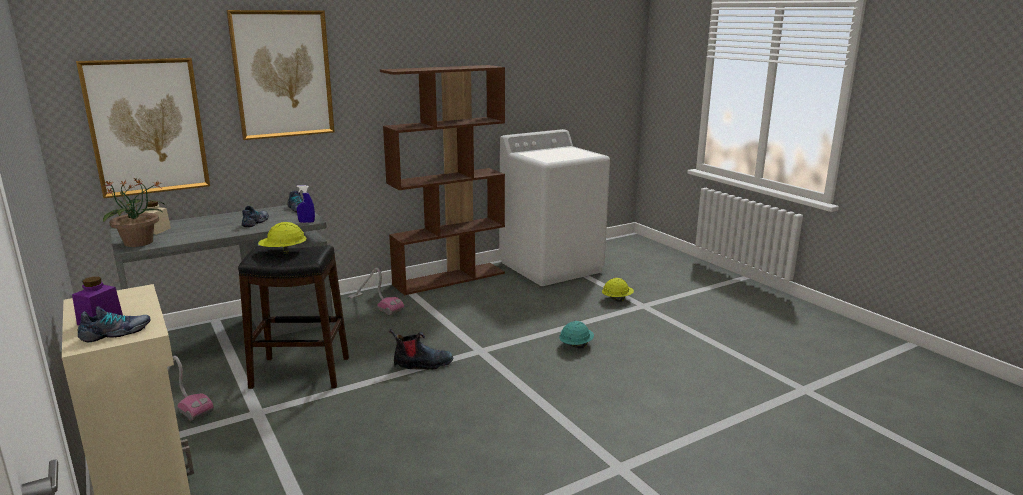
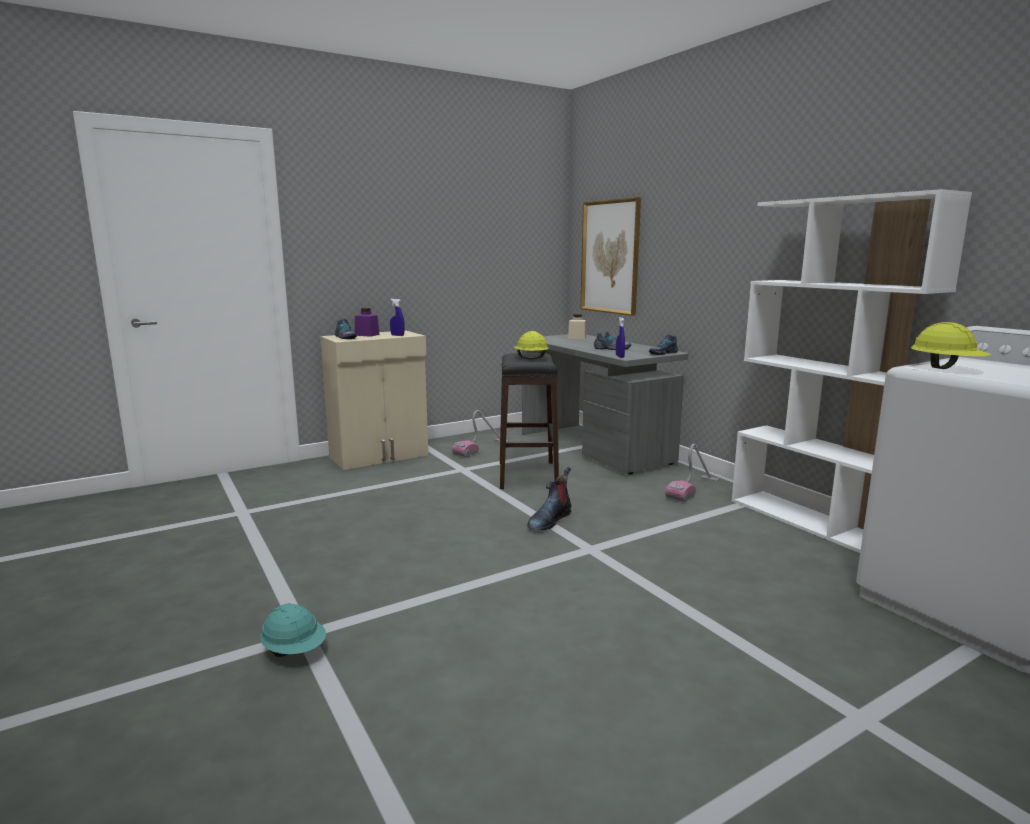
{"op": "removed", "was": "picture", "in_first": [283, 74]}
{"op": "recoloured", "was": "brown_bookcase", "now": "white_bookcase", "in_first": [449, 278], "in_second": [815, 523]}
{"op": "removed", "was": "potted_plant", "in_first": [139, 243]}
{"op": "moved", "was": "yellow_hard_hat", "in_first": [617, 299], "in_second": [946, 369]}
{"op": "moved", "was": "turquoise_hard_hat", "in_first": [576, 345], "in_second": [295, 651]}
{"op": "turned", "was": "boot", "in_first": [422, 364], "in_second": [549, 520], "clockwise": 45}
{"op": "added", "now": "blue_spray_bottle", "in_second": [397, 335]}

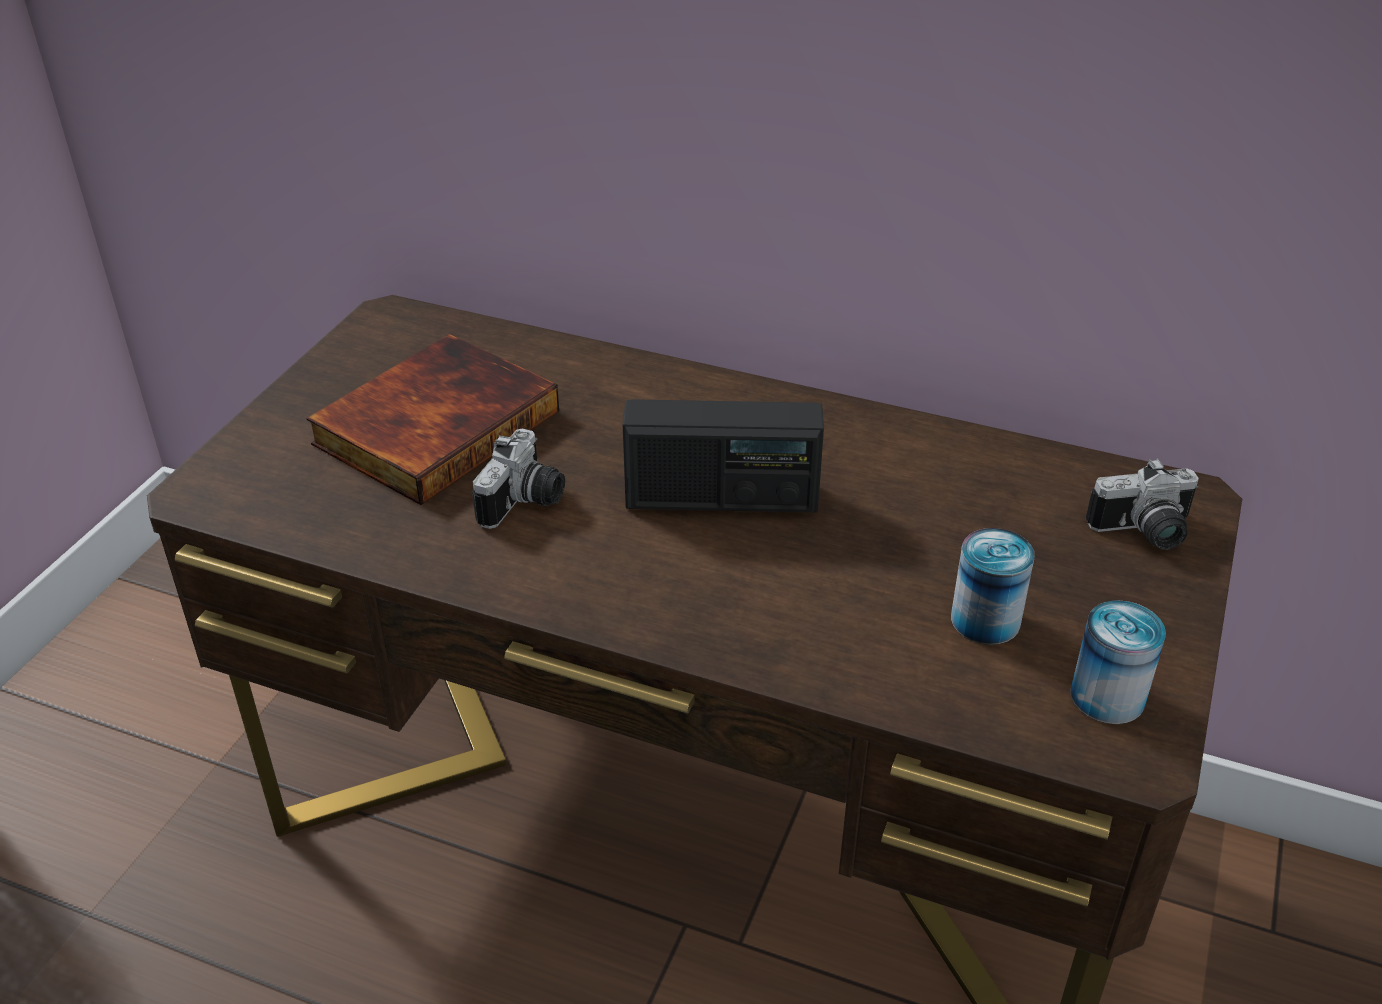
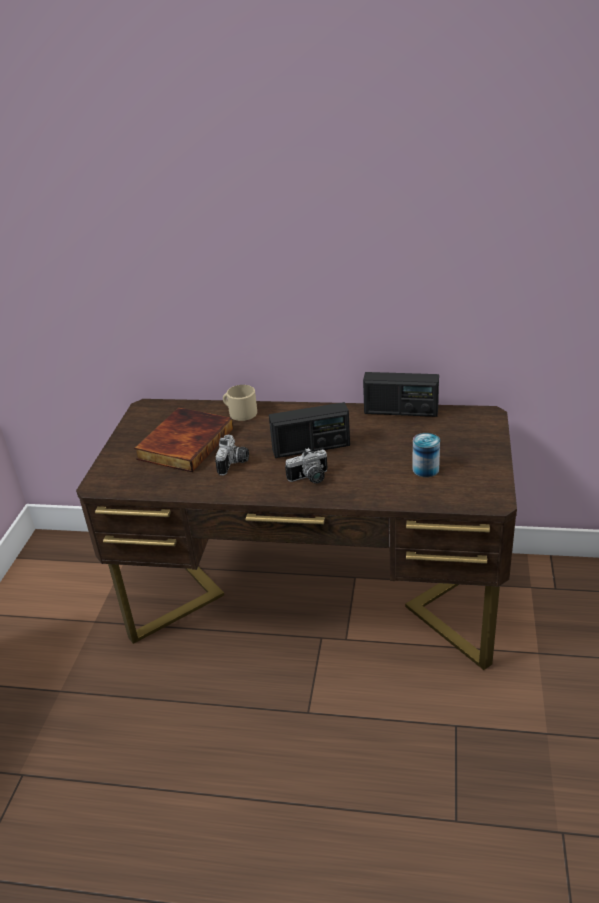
{"op": "moved", "was": "photo_camera", "in_first": [1144, 533], "in_second": [310, 479]}
{"op": "removed", "was": "can", "in_first": [1107, 696]}
{"op": "added", "now": "radio", "in_second": [401, 411]}
{"op": "added", "now": "beige_mug", "in_second": [240, 412]}

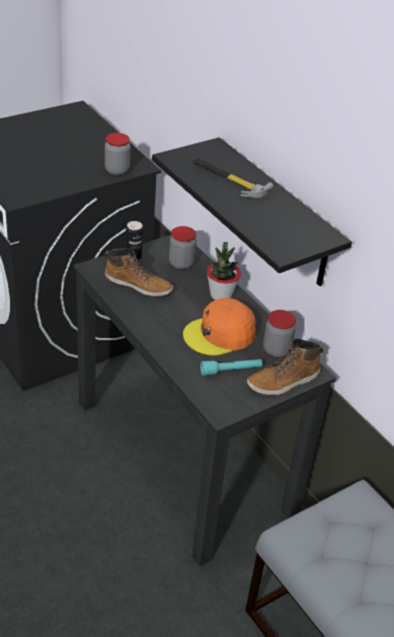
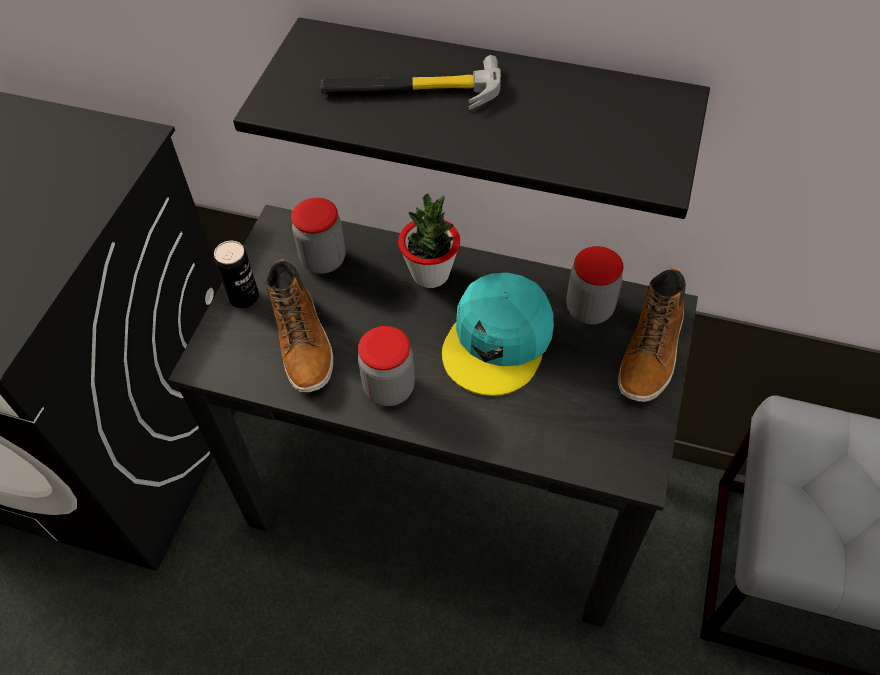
{"op": "moved", "was": "jar", "in_first": [117, 170], "in_second": [389, 388]}
{"op": "turned", "was": "boot", "in_first": [138, 285], "in_second": [303, 342], "clockwise": 90}
{"op": "recoloured", "was": "orange_cap", "now": "turquoise_cap", "in_first": [220, 334], "in_second": [498, 341]}
{"op": "removed", "was": "turquoise_flashlight", "in_first": [231, 371]}

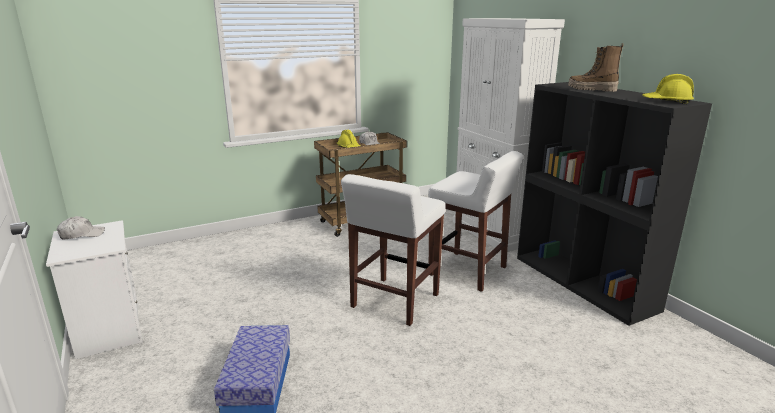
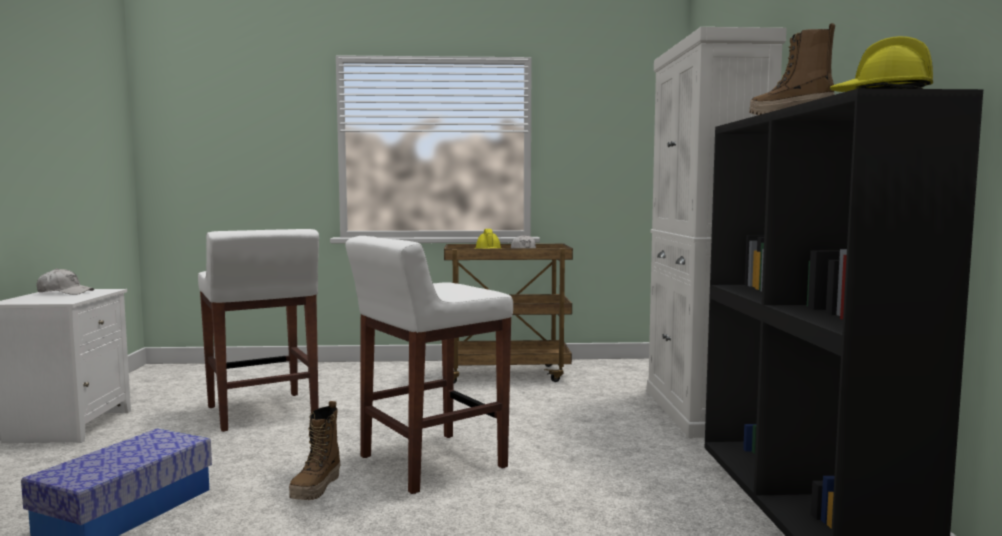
{"op": "moved", "was": "white_stool", "in_first": [469, 271], "in_second": [262, 412]}
{"op": "added", "now": "boot", "in_second": [316, 488]}

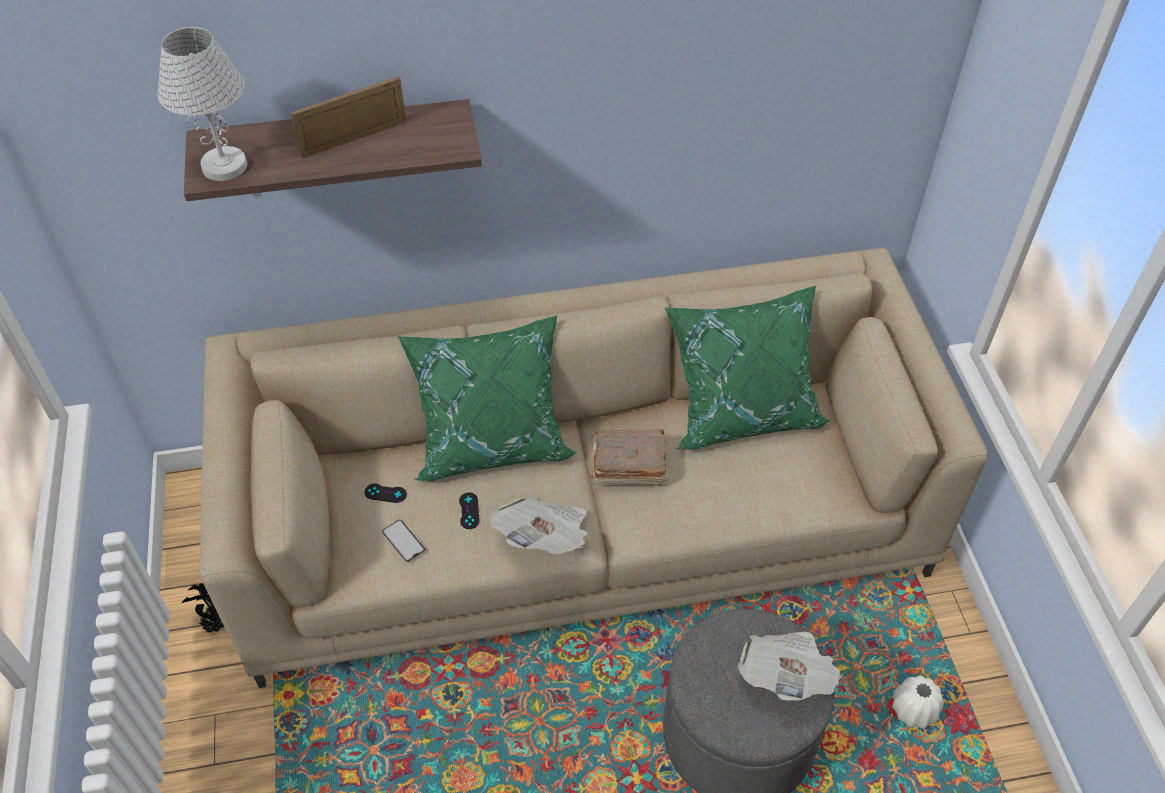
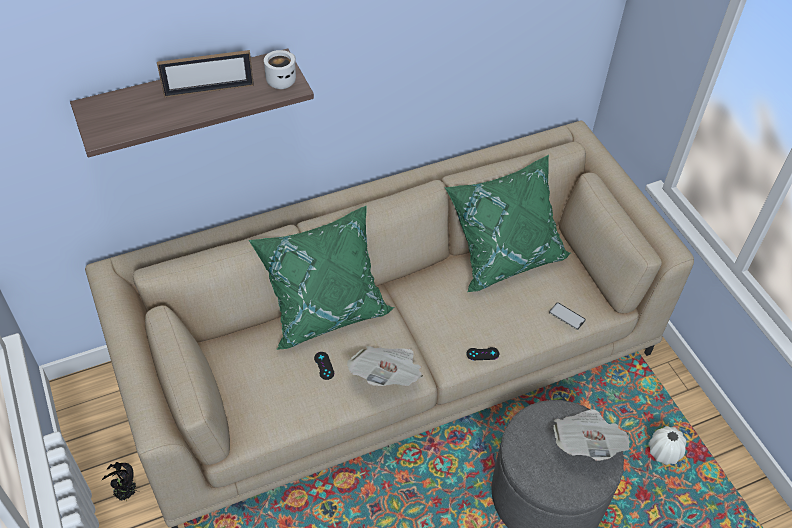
{"op": "removed", "was": "white_table_lamp", "in_first": [225, 165]}
{"op": "turned", "was": "picture_frame", "in_first": [354, 138], "in_second": [209, 90], "clockwise": -150}
{"op": "removed", "was": "brown_book", "in_first": [627, 466]}
{"op": "moved", "was": "black_game_controller", "in_first": [385, 493], "in_second": [482, 354]}
{"op": "moved", "was": "phone", "in_first": [403, 541], "in_second": [567, 316]}
{"op": "added", "now": "white_mug", "in_second": [281, 79]}

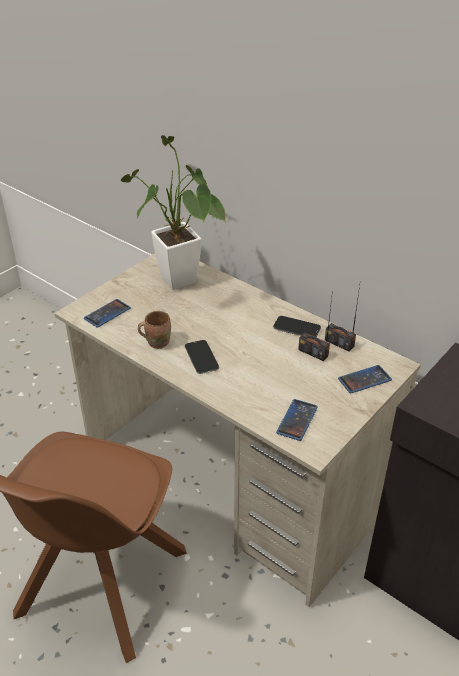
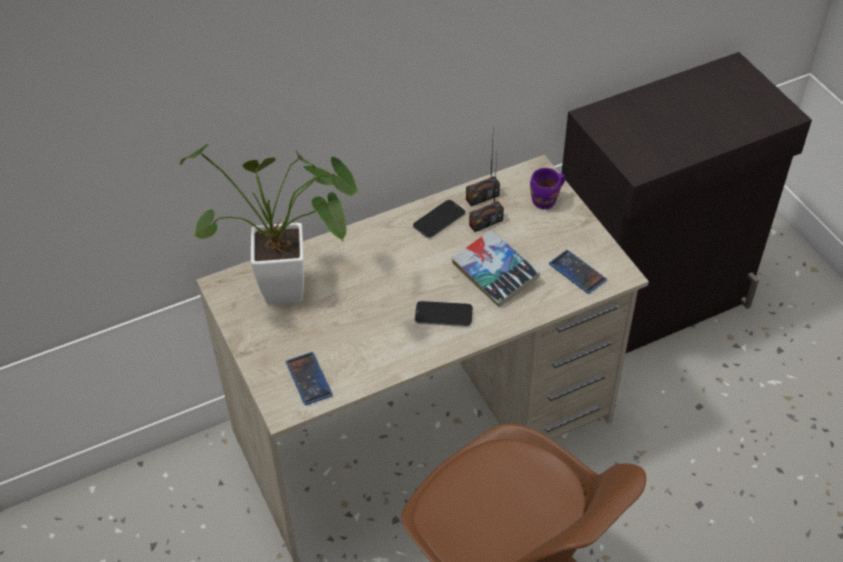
{"op": "removed", "was": "brown_mug", "in_first": [157, 342]}
{"op": "replaced", "was": "phone", "now": "purple_mug", "in_first": [364, 380], "in_second": [546, 202]}
{"op": "added", "now": "book", "in_second": [495, 273]}

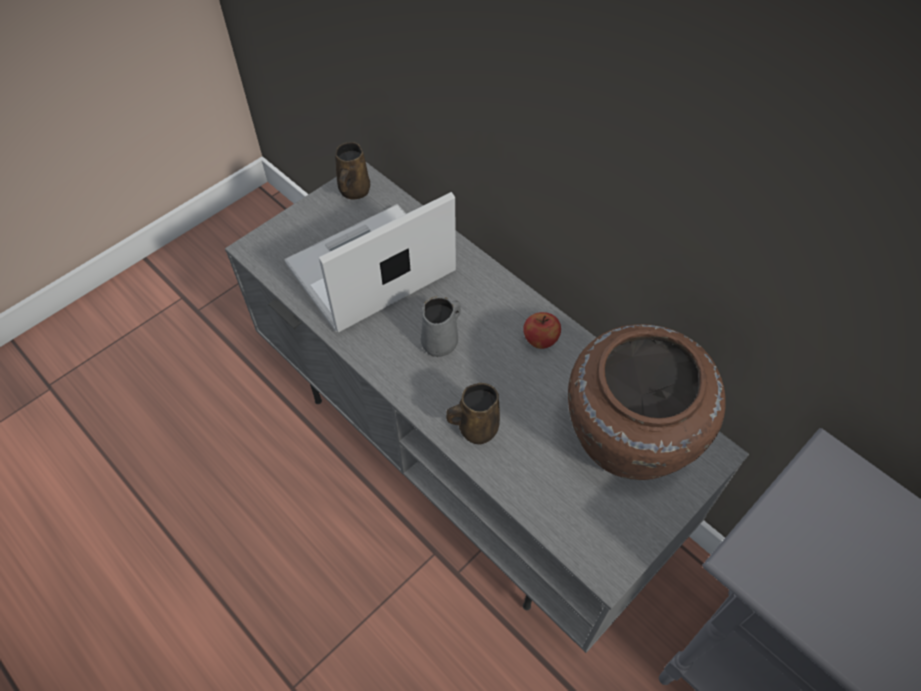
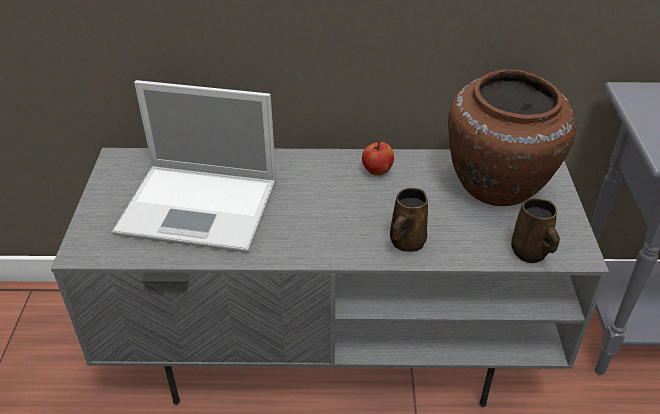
{"op": "moved", "was": "brown_mug", "in_first": [353, 191], "in_second": [530, 253]}
{"op": "turned", "was": "laptop", "in_first": [368, 271], "in_second": [202, 207], "clockwise": -90}
{"op": "removed", "was": "grey_mug", "in_first": [441, 342]}

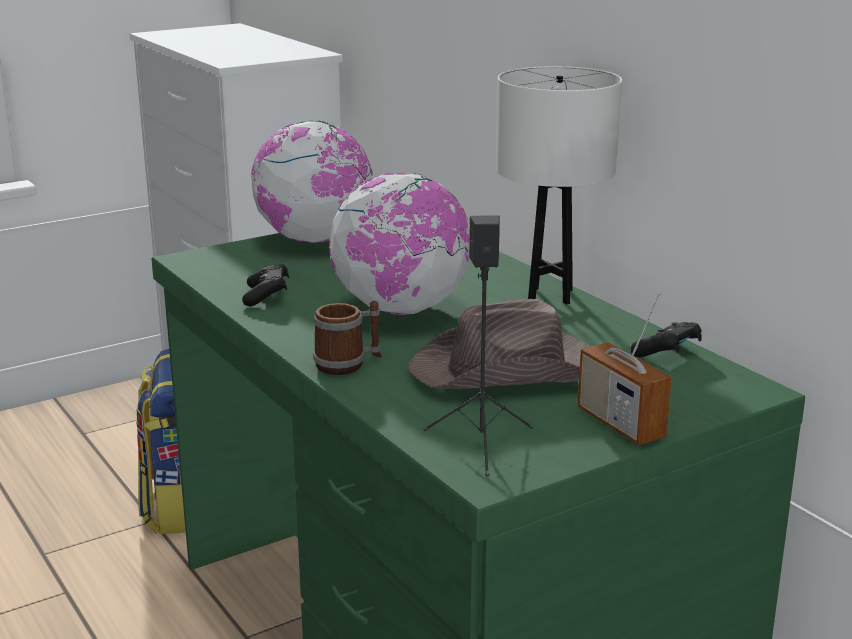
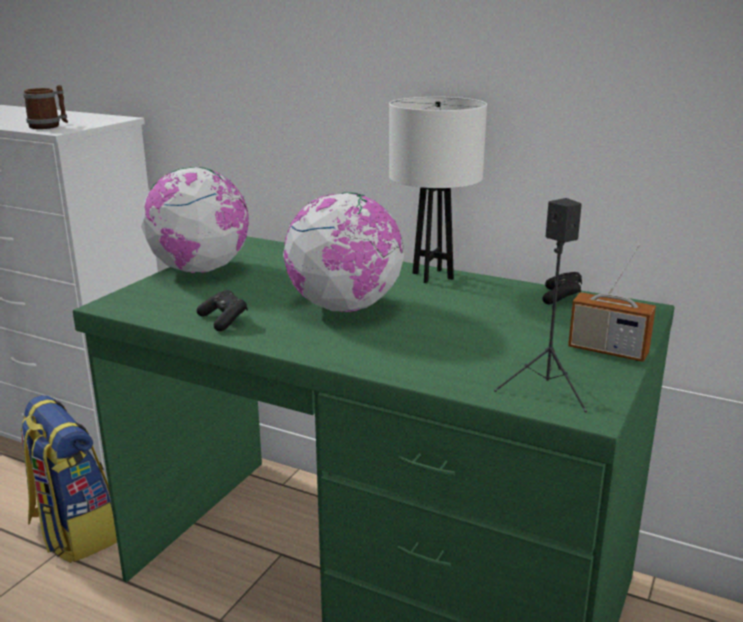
{"op": "removed", "was": "brown_hat", "in_first": [509, 371]}
{"op": "moved", "was": "mug", "in_first": [348, 364], "in_second": [49, 126]}

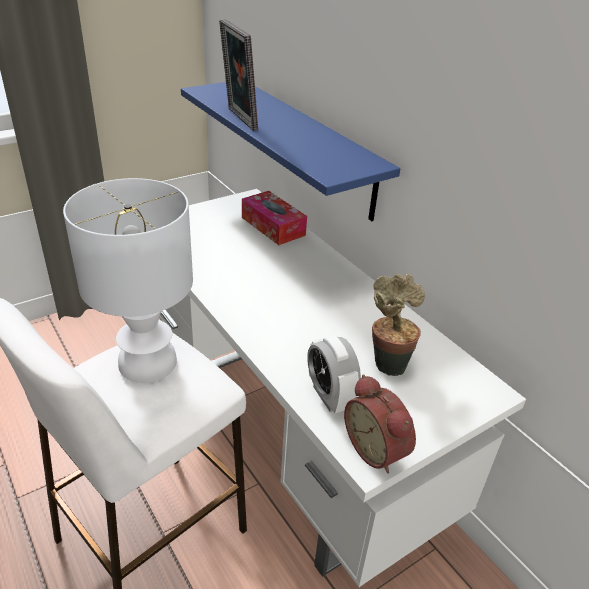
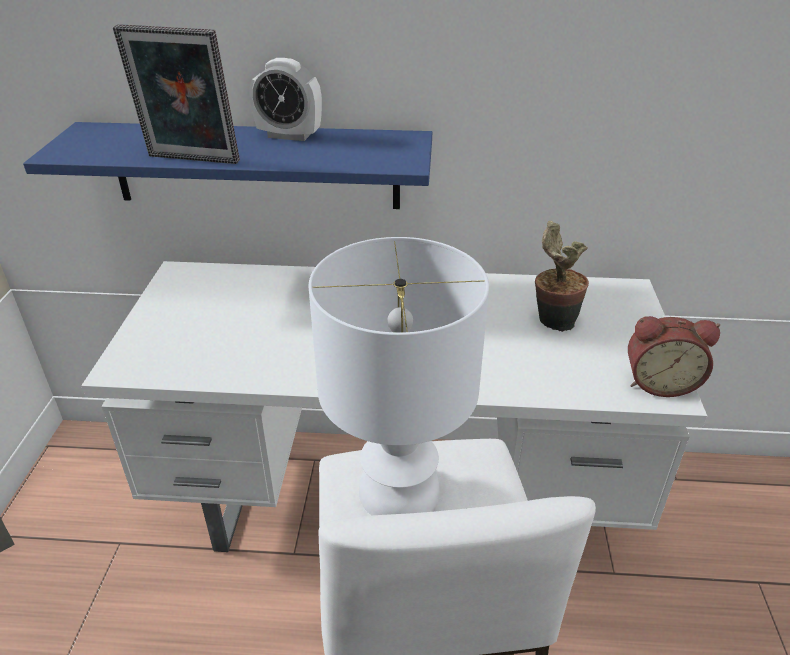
{"op": "removed", "was": "tissue_box", "in_first": [273, 226]}
{"op": "moved", "was": "alarm_clock", "in_first": [329, 396], "in_second": [289, 135]}

